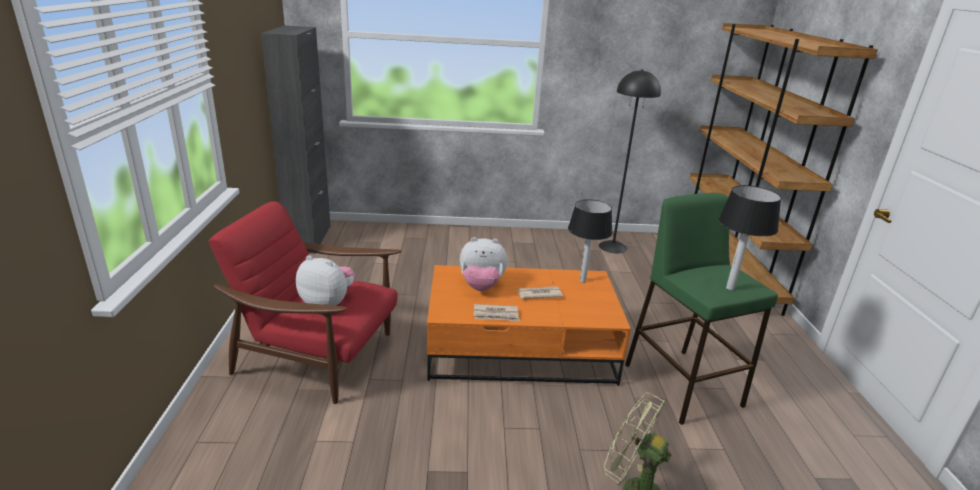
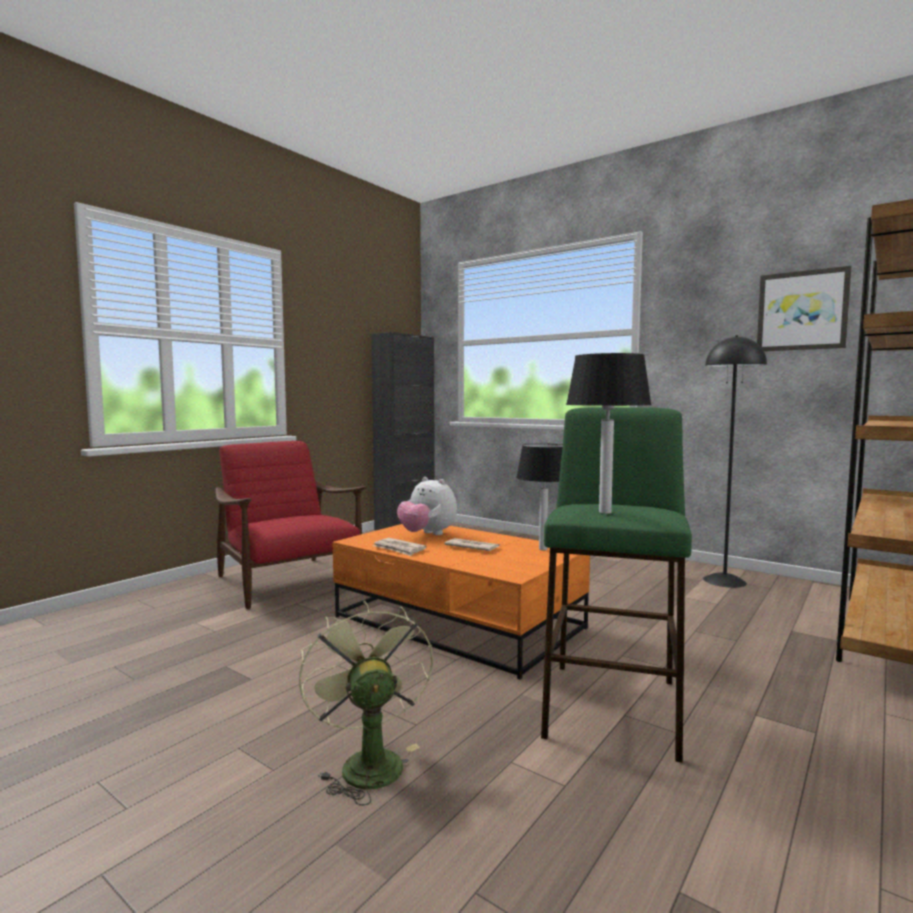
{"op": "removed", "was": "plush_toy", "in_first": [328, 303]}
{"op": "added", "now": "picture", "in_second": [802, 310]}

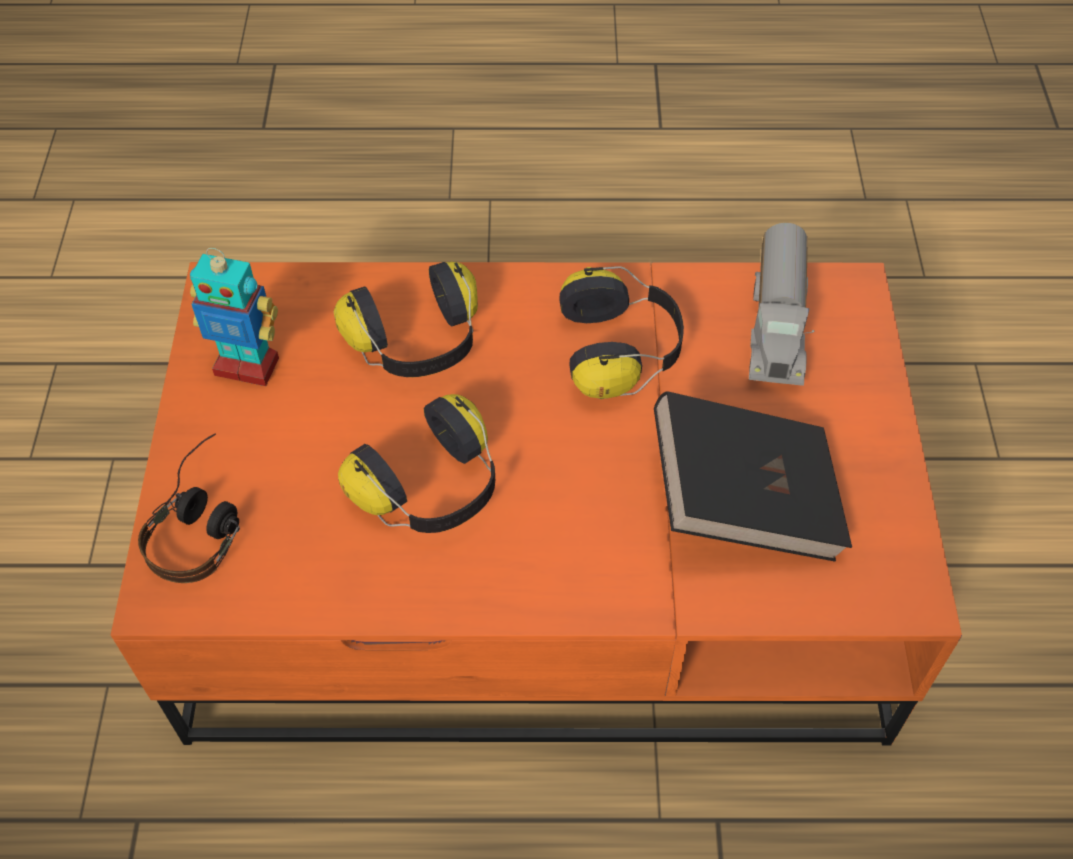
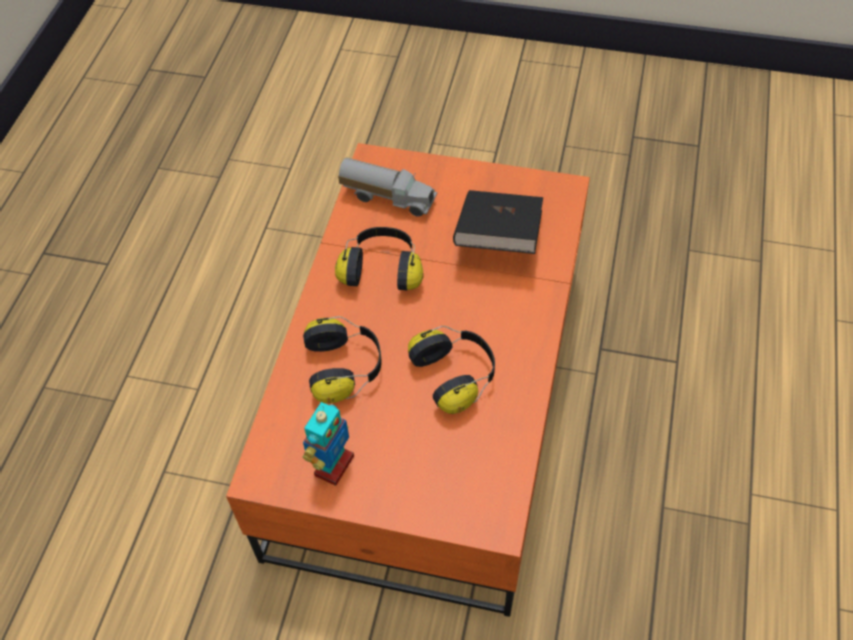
{"op": "removed", "was": "headphones", "in_first": [203, 522]}

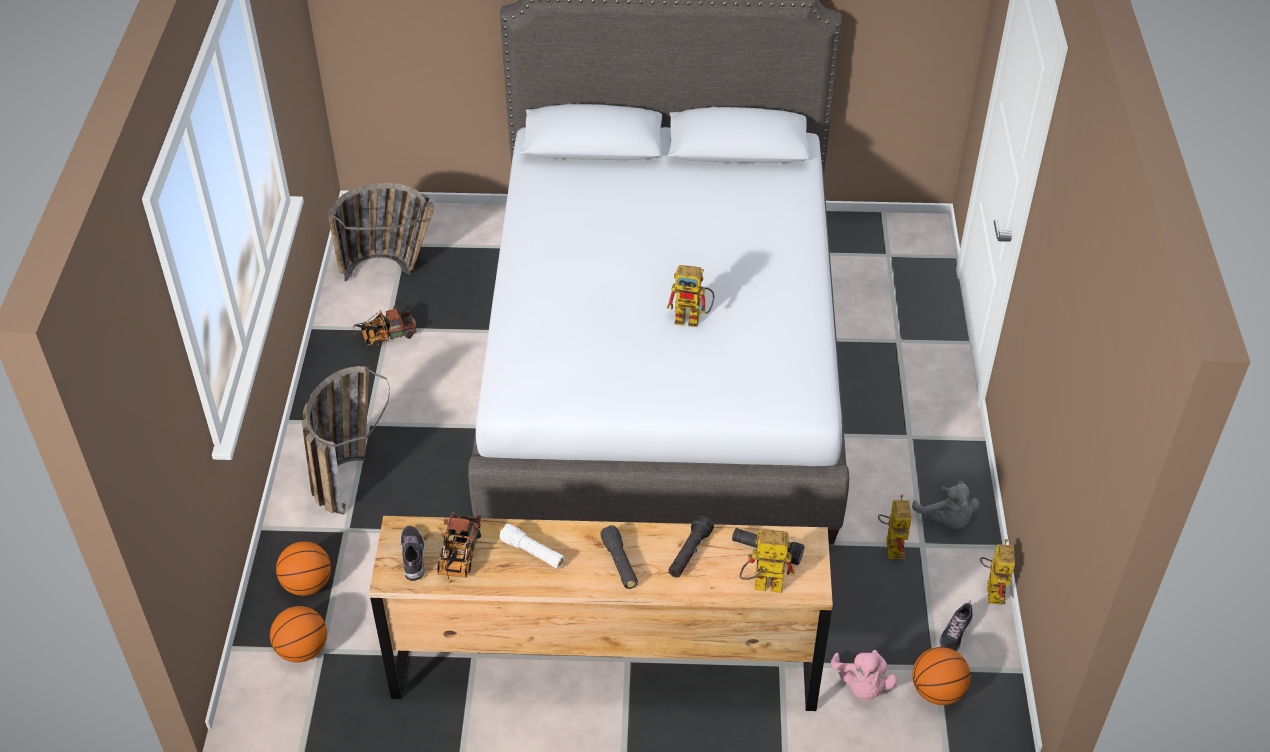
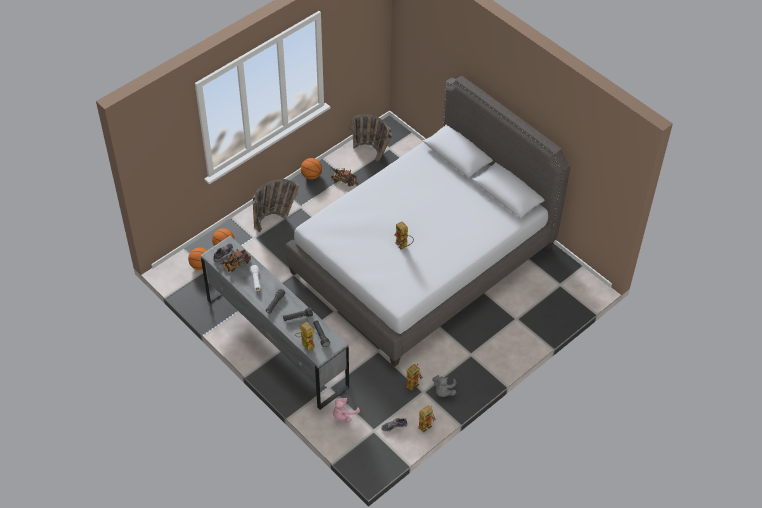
{"op": "recoloured", "was": "brown_dresser", "now": "grey_dresser", "in_first": [605, 665], "in_second": [277, 343]}
{"op": "moved", "was": "basketball", "in_first": [937, 691], "in_second": [311, 175]}

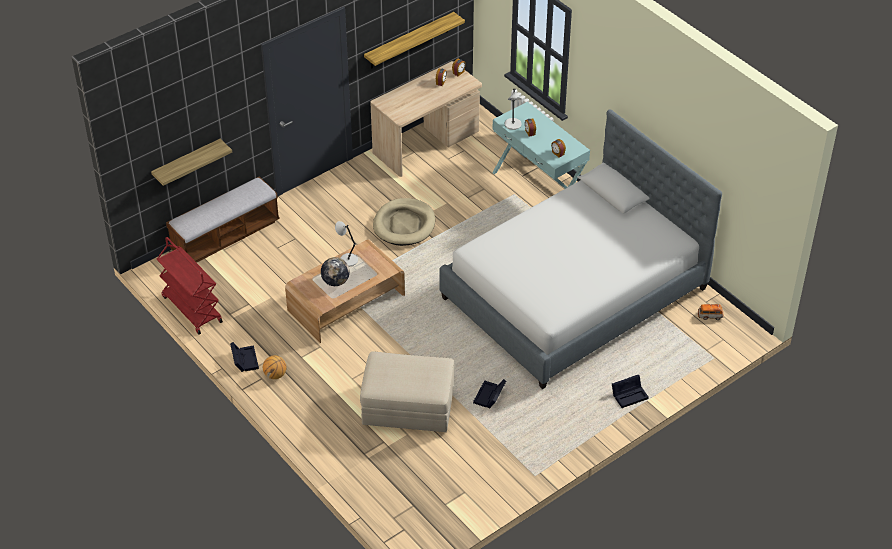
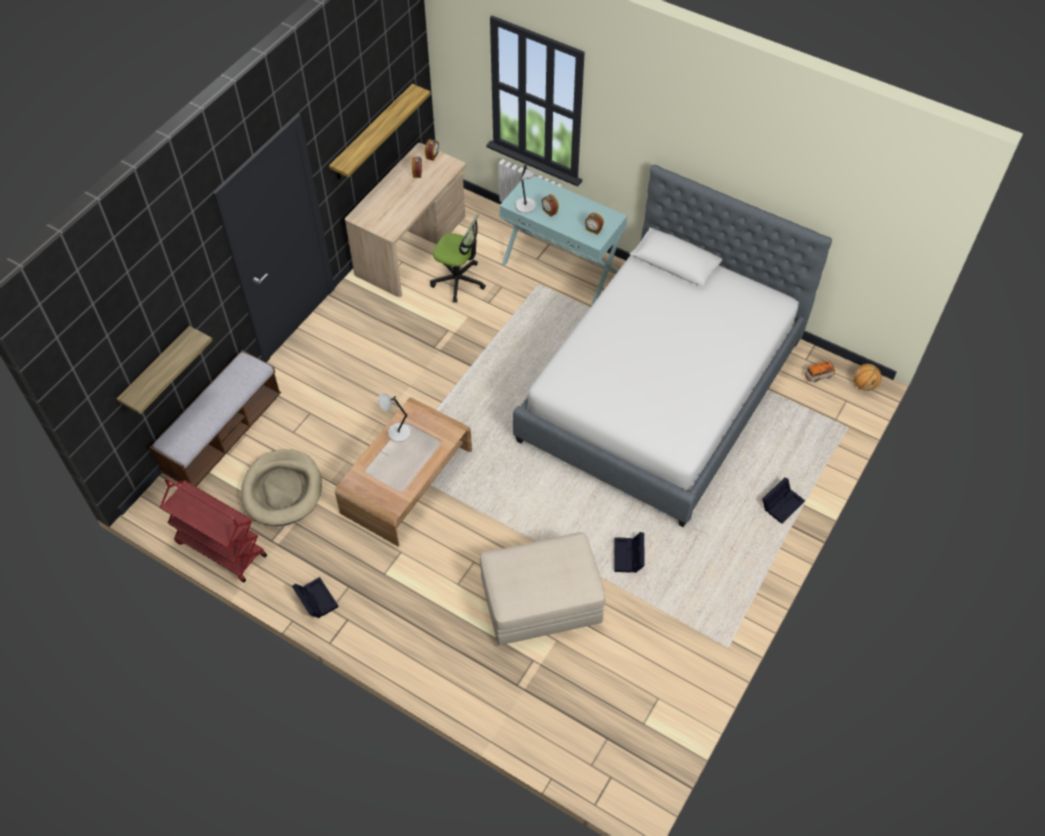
{"op": "moved", "was": "beige_dog_bed", "in_first": [404, 224], "in_second": [282, 490]}
{"op": "removed", "was": "globe", "in_first": [335, 282]}
{"op": "moved", "was": "basketball", "in_first": [275, 375], "in_second": [864, 385]}
{"op": "added", "now": "office_chair", "in_second": [458, 281]}

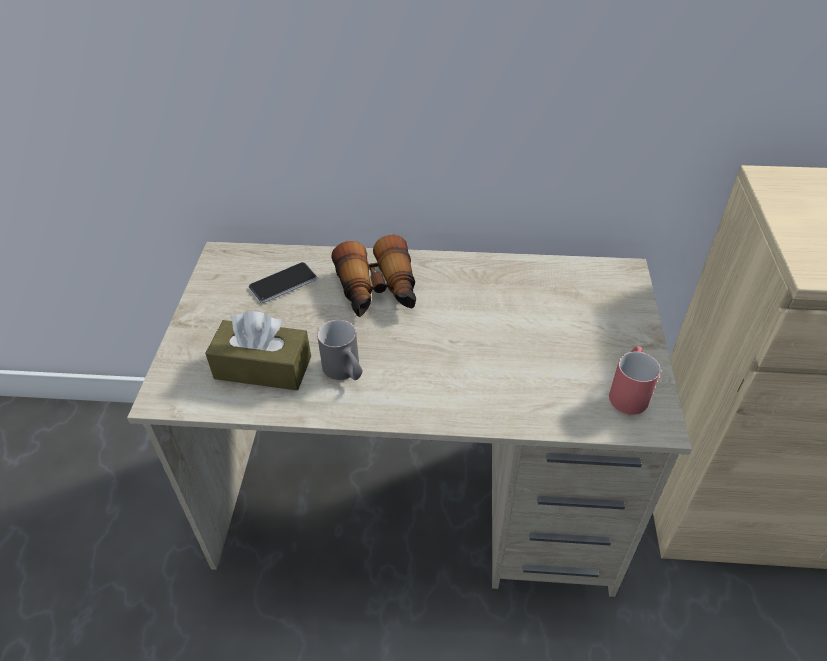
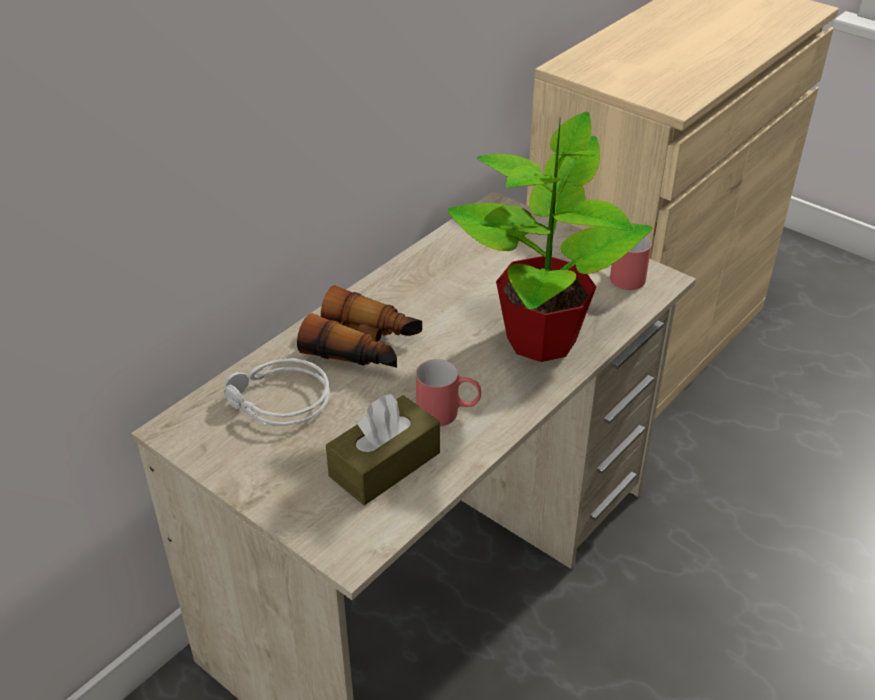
{"op": "replaced", "was": "phone", "now": "grey_headphones", "in_first": [283, 283], "in_second": [277, 402]}
{"op": "recoloured", "was": "grey_mug", "now": "red_mug", "in_first": [345, 372], "in_second": [448, 413]}
{"op": "added", "now": "potted_plant", "in_second": [541, 338]}

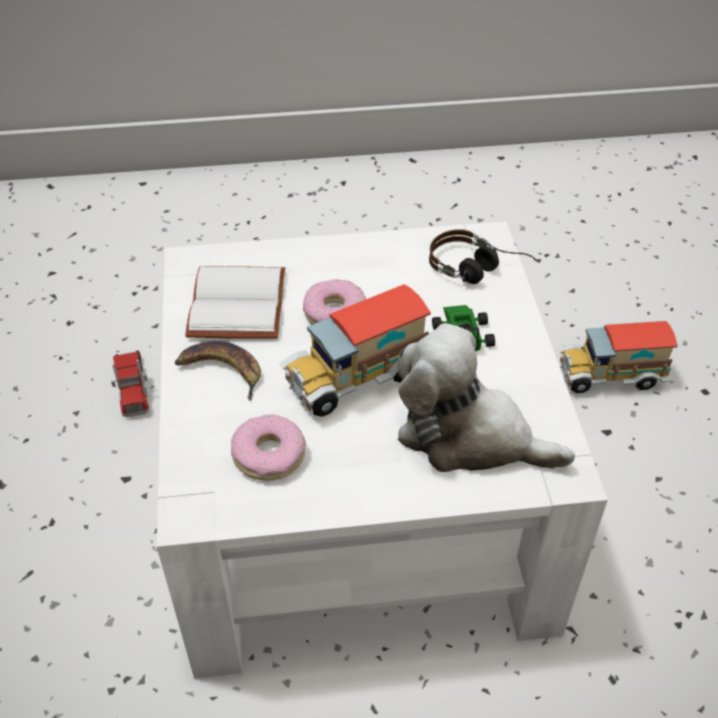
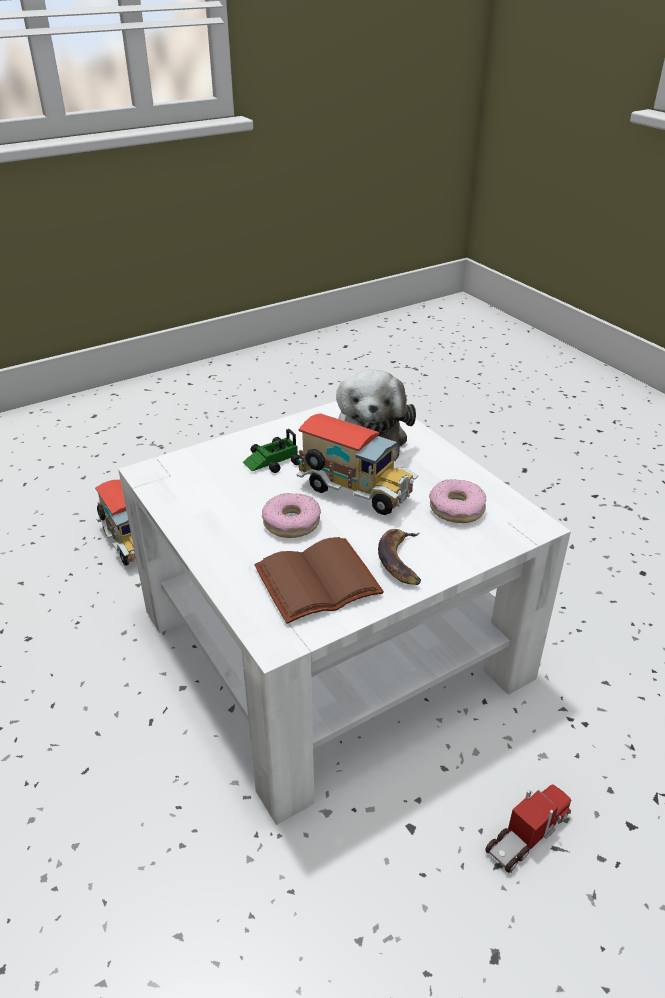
{"op": "removed", "was": "headphones", "in_first": [478, 271]}
{"op": "recoloured", "was": "white_book", "now": "brown_book", "in_first": [240, 306], "in_second": [318, 579]}
{"op": "moved", "was": "toy_truck", "in_first": [132, 387], "in_second": [527, 834]}

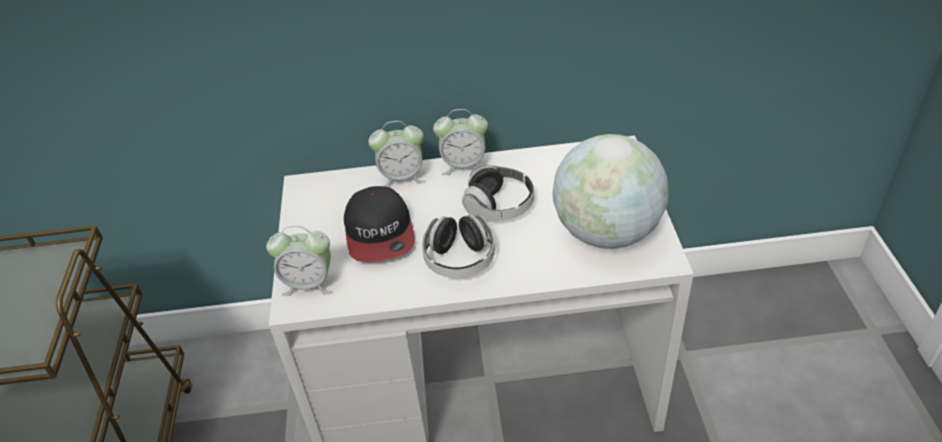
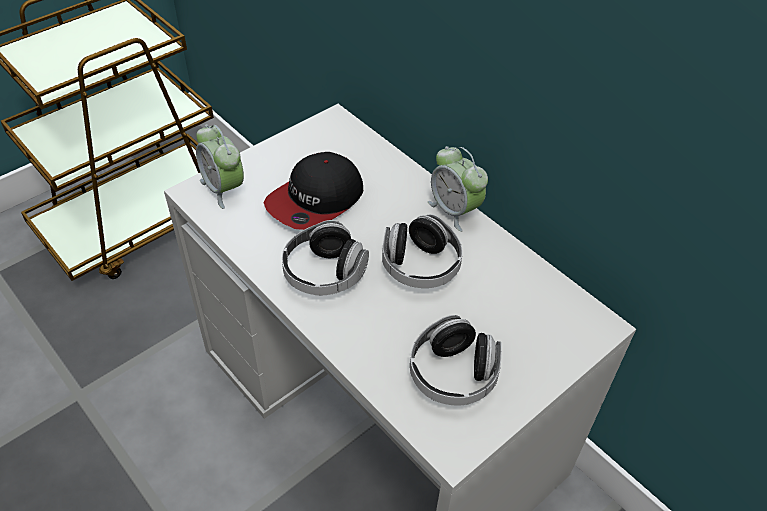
{"op": "removed", "was": "alarm_clock", "in_first": [402, 177]}
{"op": "replaced", "was": "globe", "now": "headphones", "in_first": [606, 232], "in_second": [453, 374]}

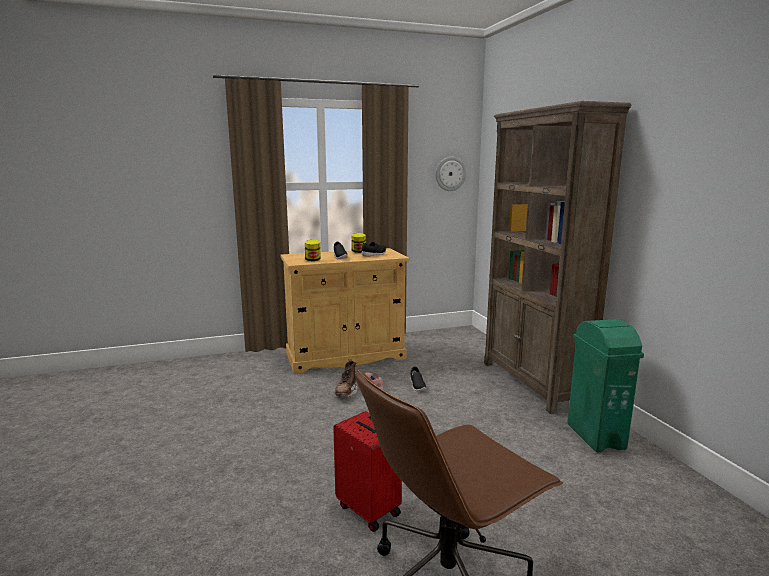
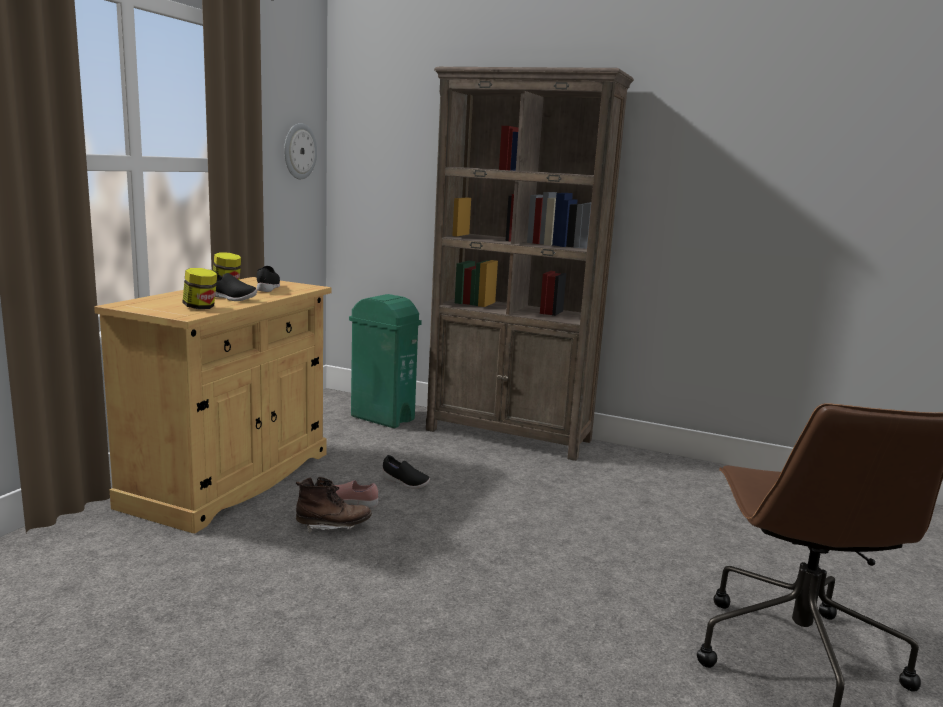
{"op": "moved", "was": "green_trash_can", "in_first": [595, 436], "in_second": [382, 418]}
{"op": "turned", "was": "brown_boot", "in_first": [346, 393], "in_second": [333, 527], "clockwise": -60}
{"op": "removed", "was": "red_suitcase", "in_first": [370, 509]}

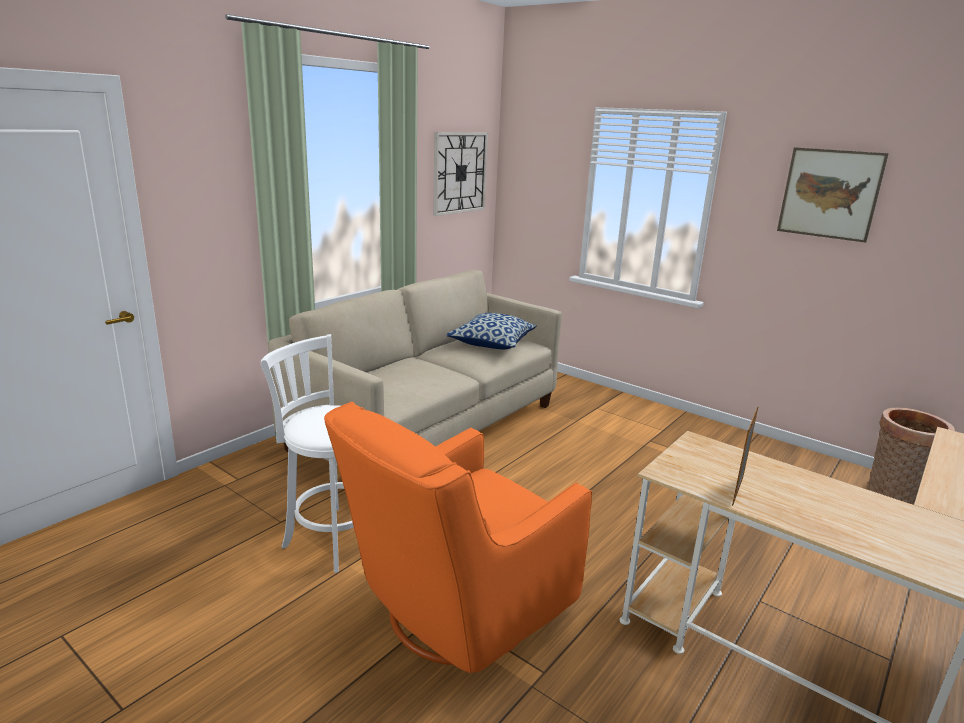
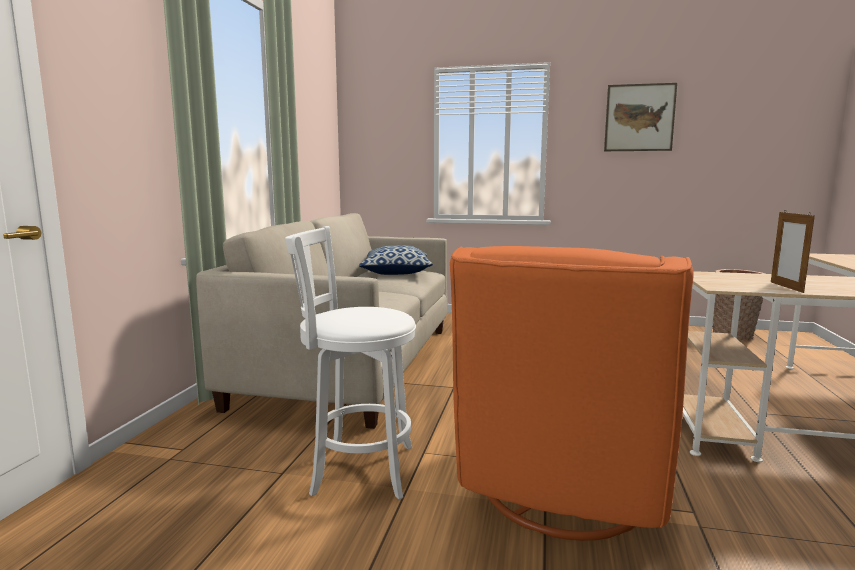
{"op": "removed", "was": "wall_clock", "in_first": [459, 173]}

